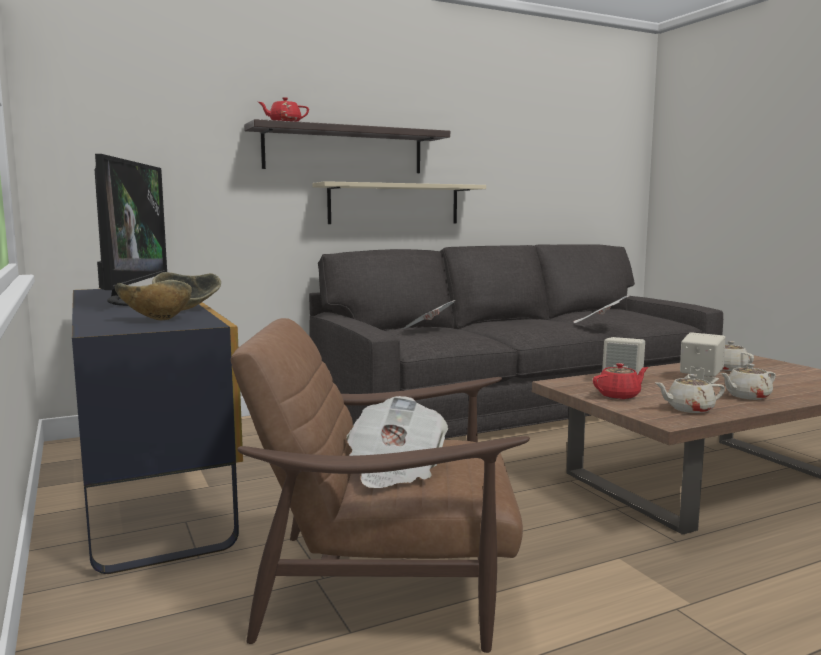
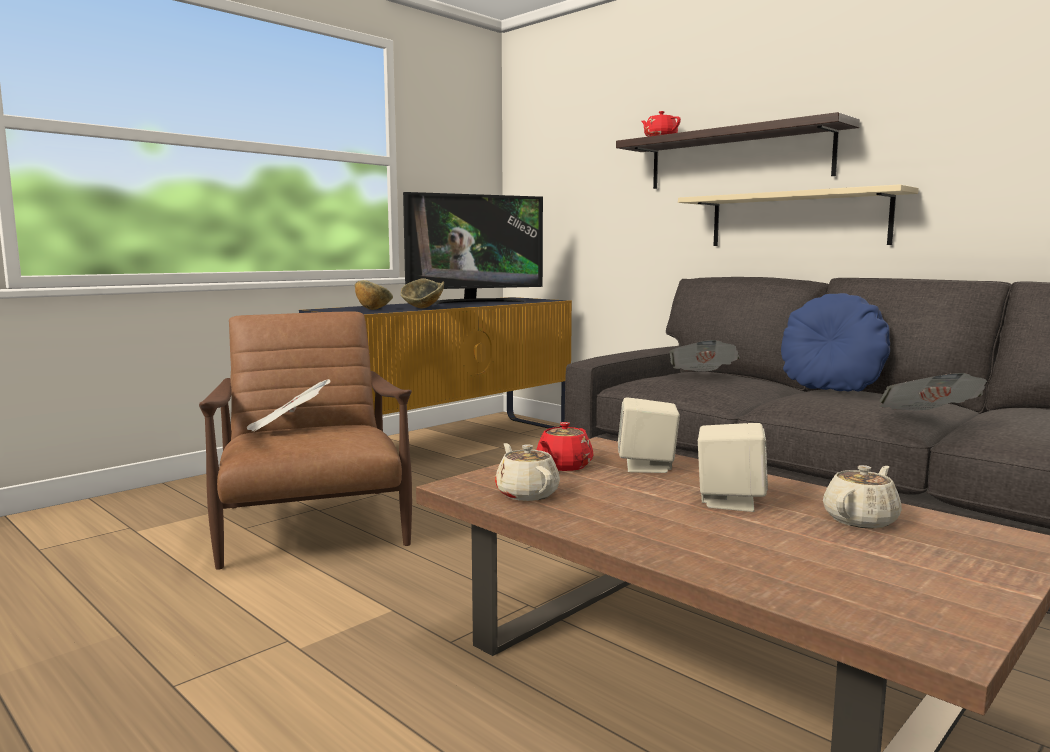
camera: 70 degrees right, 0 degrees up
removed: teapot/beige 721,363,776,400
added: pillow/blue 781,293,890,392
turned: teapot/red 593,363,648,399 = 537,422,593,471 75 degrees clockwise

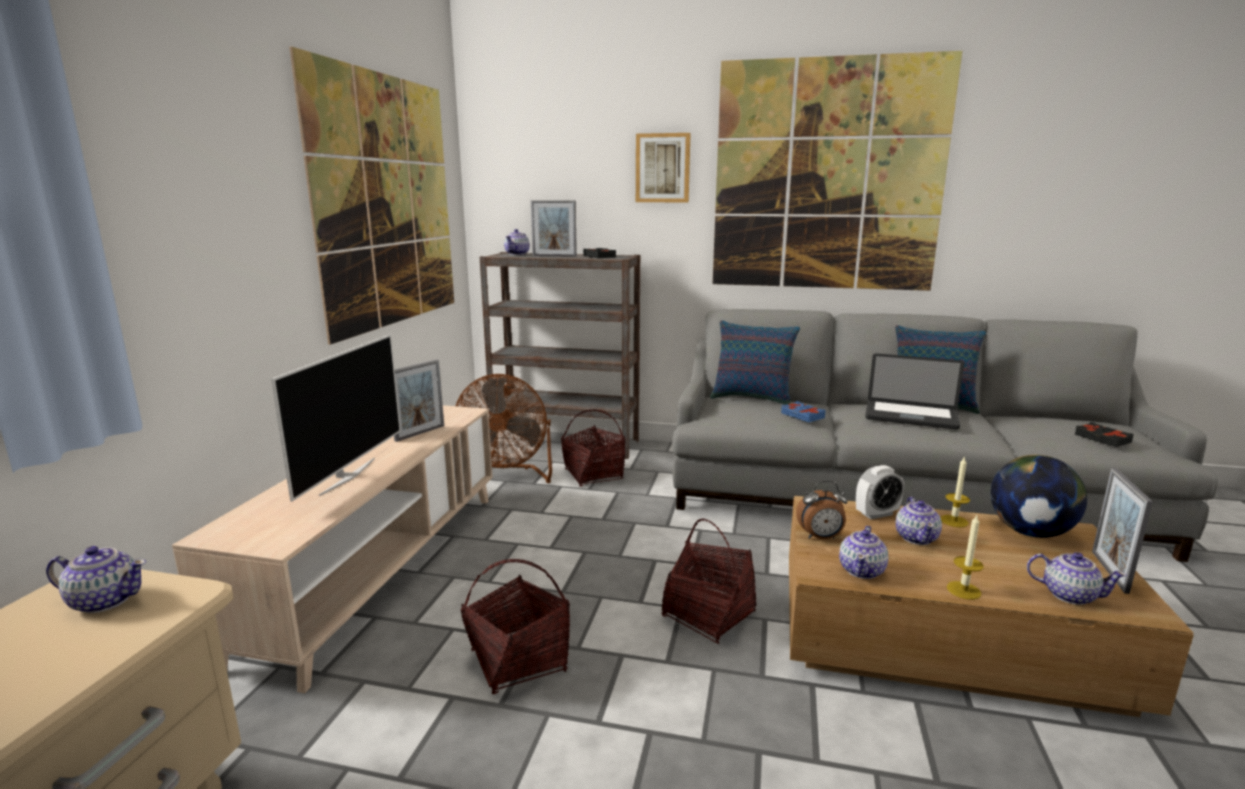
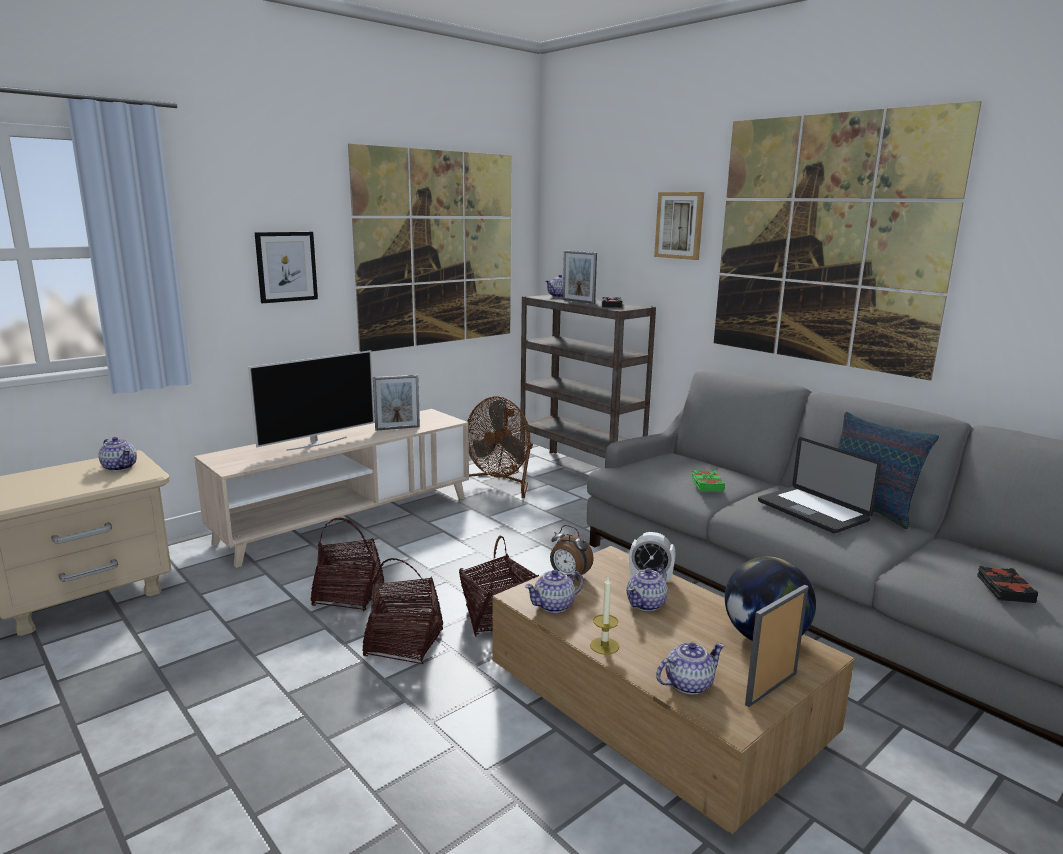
camera: 35 degrees right, 0 degrees up
removed: pillow/blue 711,320,800,405; candle 940,456,970,528
added: picture 255,232,318,303
moved: basket 561,410,626,487 to 362,558,443,664
recoloured: book/blue 781,401,826,422 to book/green 691,470,725,491
turned: teapot 1027,552,1127,605 = 656,642,725,695 90 degrees counterclockwise

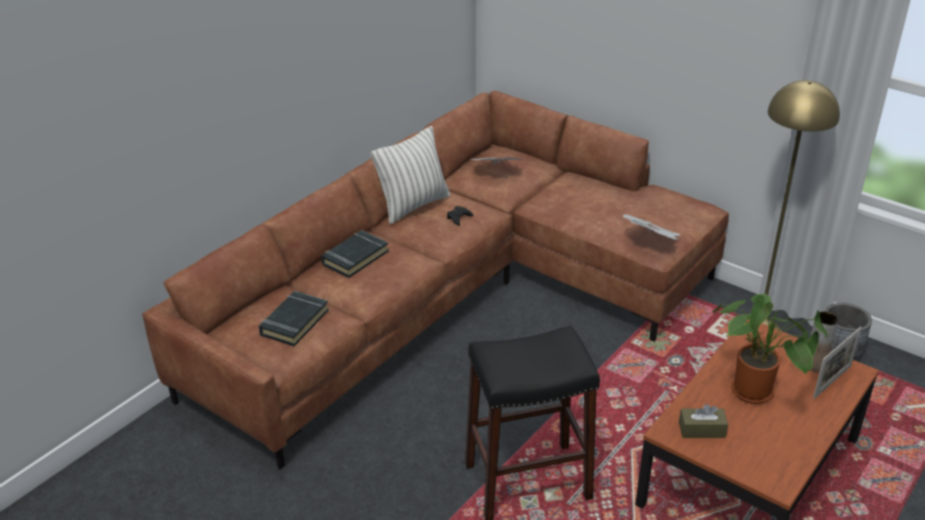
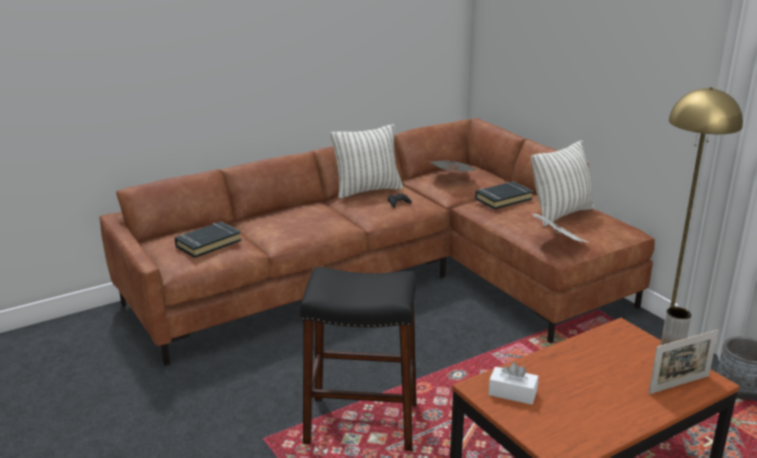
camera: 20 degrees right, 10 degrees down
removed: potted plant 713,294,827,404
added: pillow 531,140,594,226
moved: book/black 321,230,389,278 to 475,181,533,209
recoloured: tissue box/brown 679,404,728,438 to tissue box/white 488,362,539,405

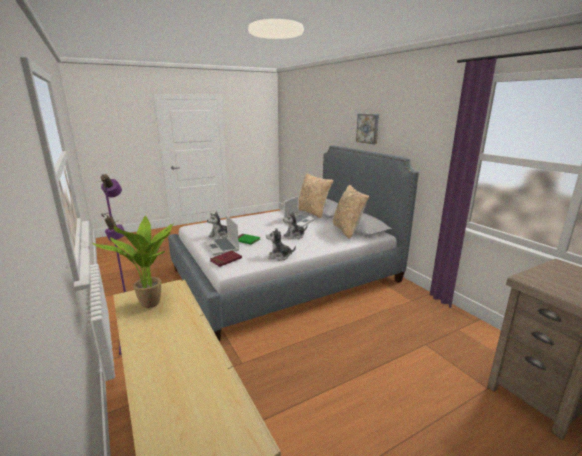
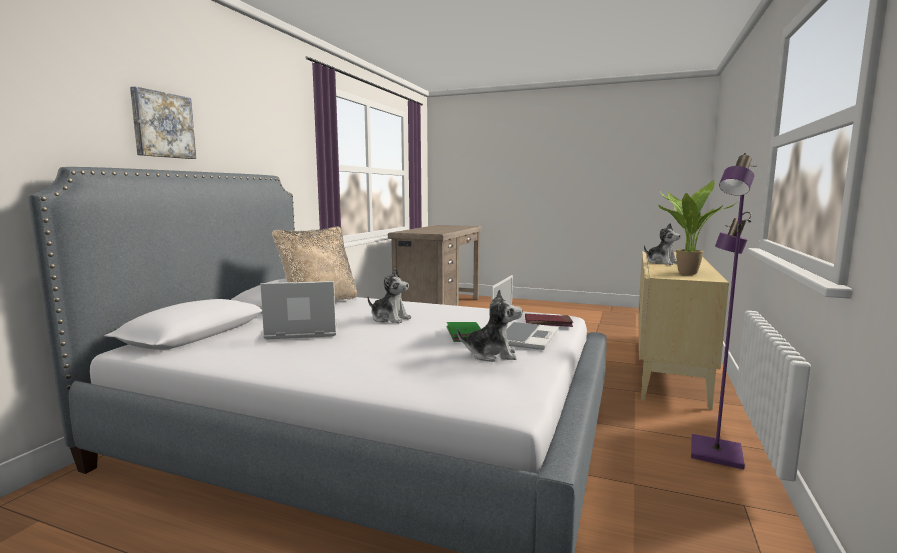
camera: 130 degrees left, 10 degrees down
removed: pillow/beige 298,173,333,218
moved: plush toy 266,228,296,261 to 644,223,681,265

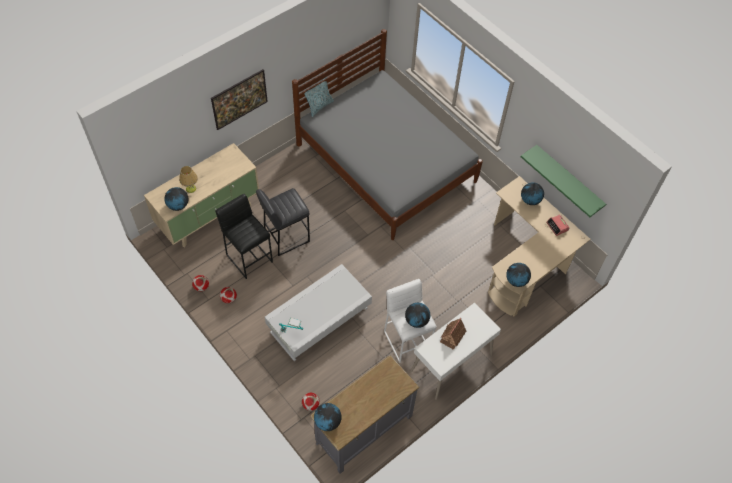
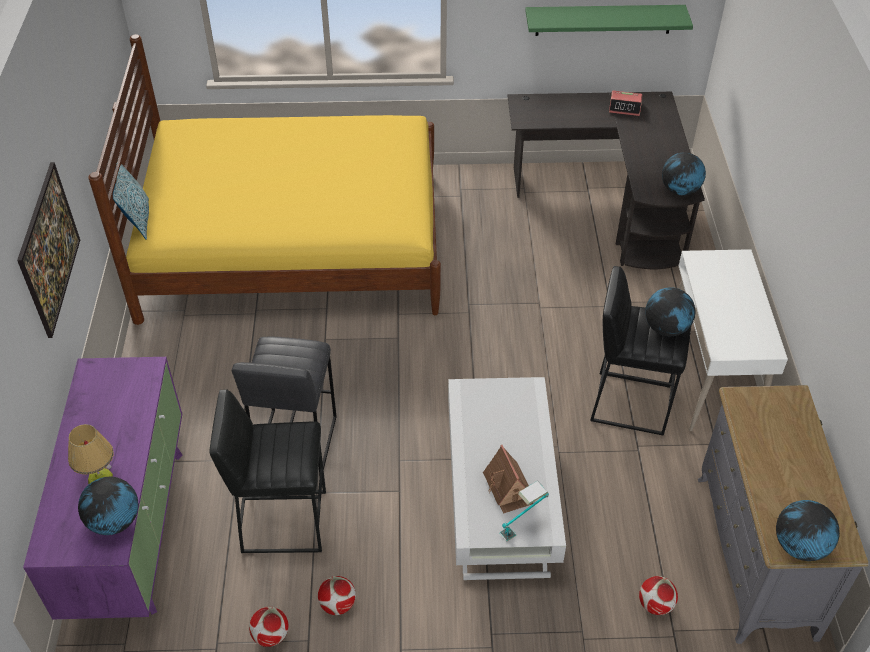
camera: 50 degrees left, 10 degrees down
removed: globe 521,182,544,205
moved: toy house 440,318,466,350 to 483,445,533,514
recoloured: dresser/beige 144,143,259,247 to dresser/purple 23,357,182,620; bed/grey 292,29,483,240 to bed/yellow 88,34,441,325; stool/white 384,279,436,363 to stool/black 590,266,691,436; desk/beige 488,176,591,317 to desk/black 507,92,705,269

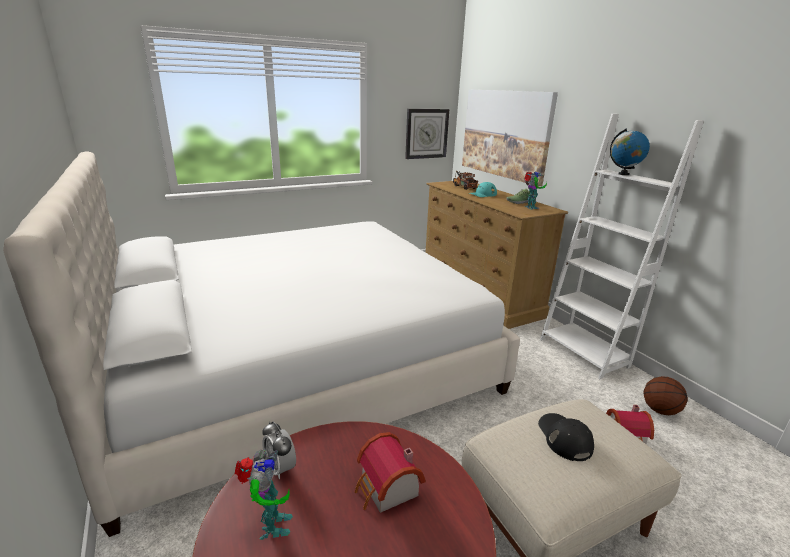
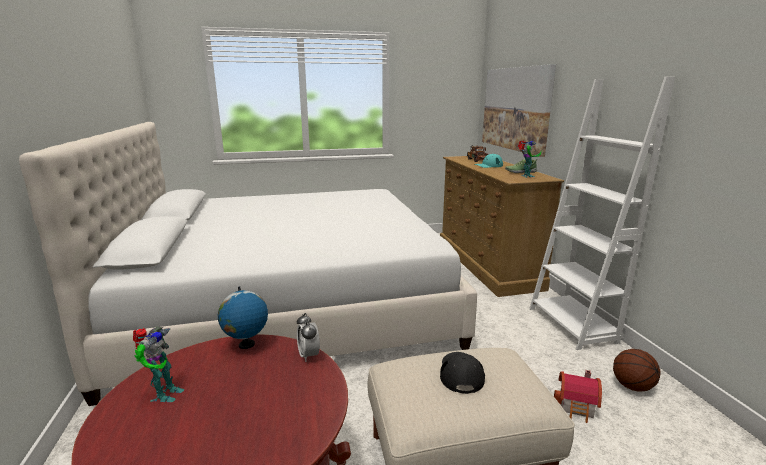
camera: 15 degrees right, 5 degrees down
removed: toy house 354,432,426,513; wall clock 405,109,449,159
moved: alarm clock 262,422,296,479 to 297,313,320,362; globe 610,128,650,175 to 218,287,268,349

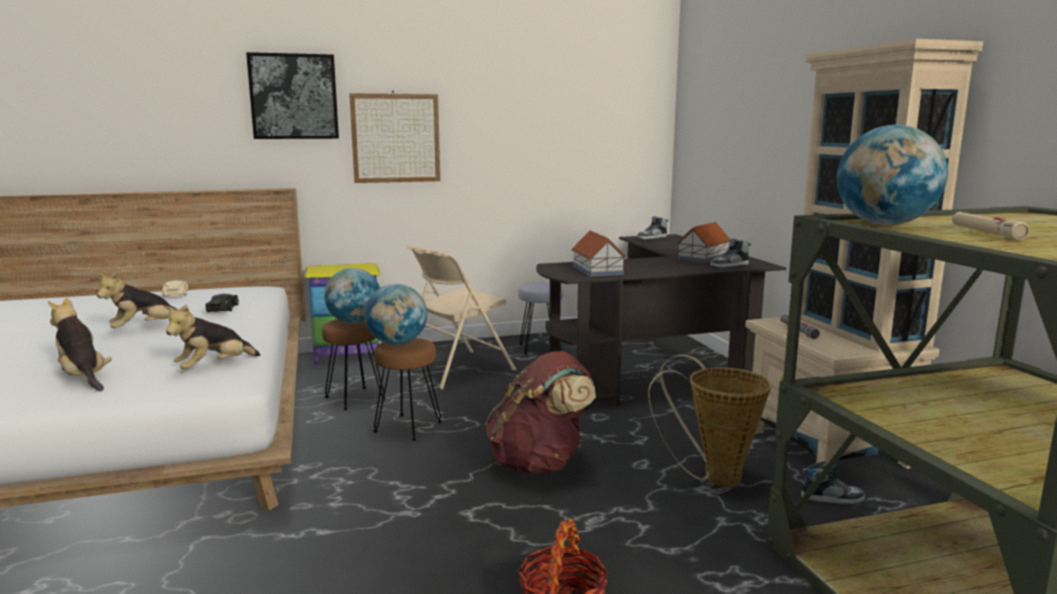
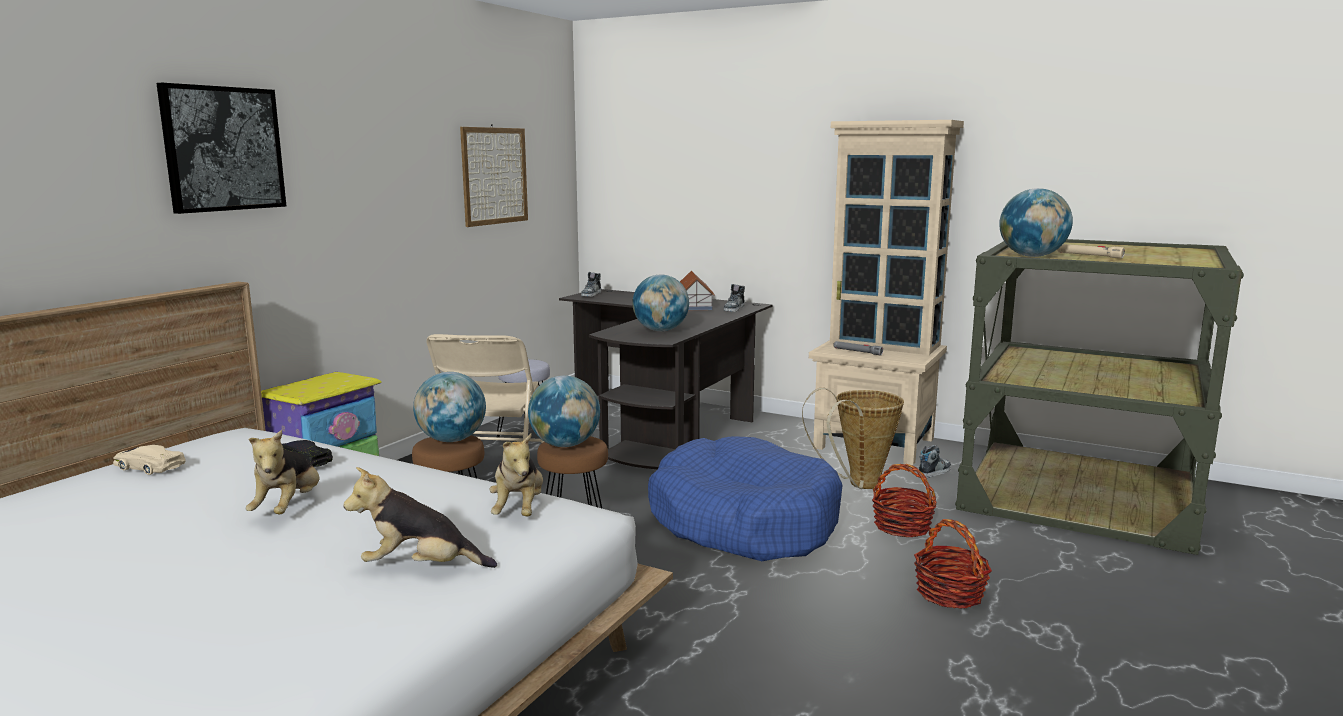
camera: 45 degrees left, 0 degrees up
added: basket 872,464,936,537
moved: picture 349,91,440,183 to 460,124,528,227
replaced: backpack/brown 485,352,596,474 to dog bed/blue 648,436,843,561; toy house 571,231,626,277 to globe 632,275,689,331

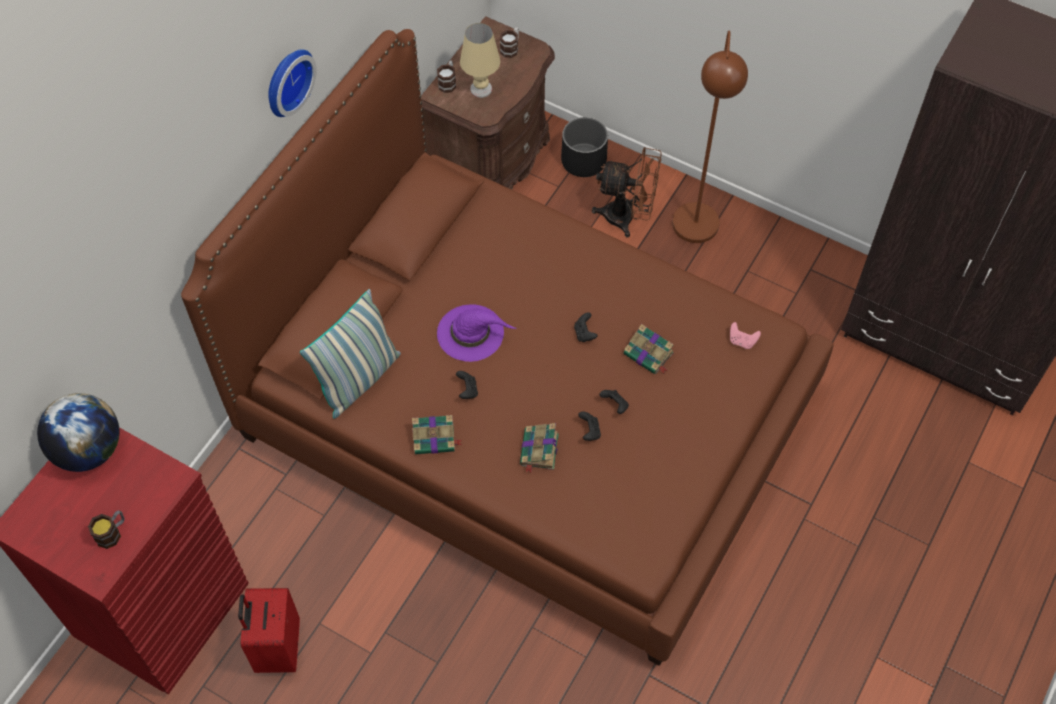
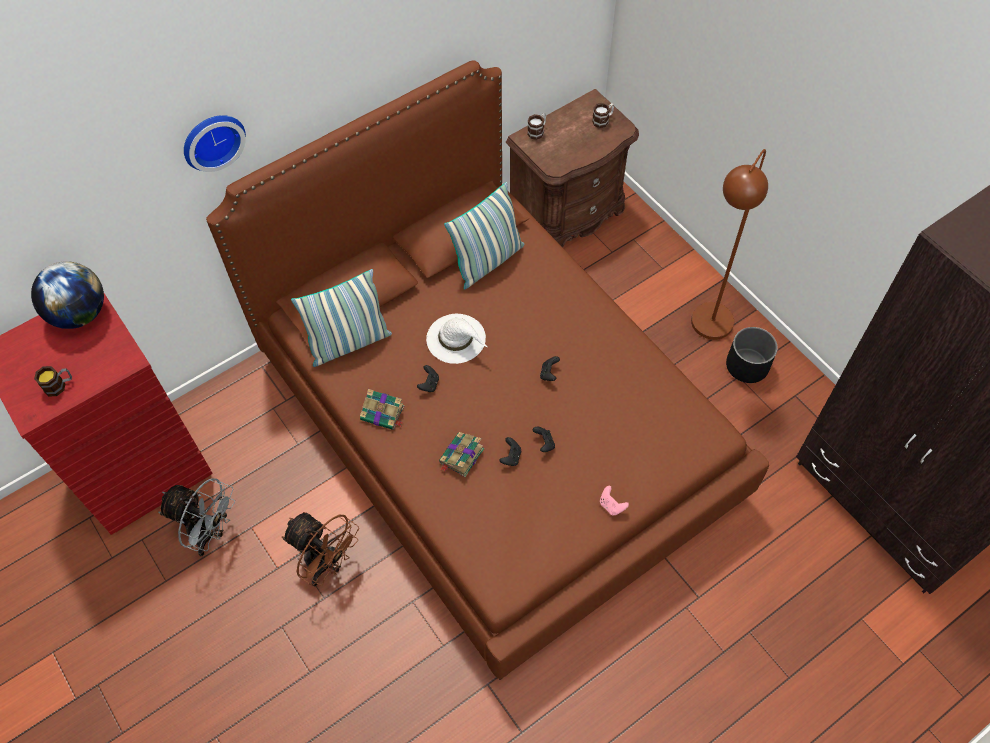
camera: 25 degrees right, 0 degrees up
removed: table lamp/beige 460,23,500,98; book 623,324,674,374
added: pillow 444,182,525,289
moved: wall clock 268,49,317,117 to 184,115,246,172; planter/black 561,117,608,177 to 726,327,778,383; fan/brown 592,147,661,237 to 282,512,359,586; game controller/pink 730,322,761,349 to 600,486,629,516
replaced: suitcase/red 238,588,300,673 to fan/grey 158,478,236,556
recoloured: hat/purple 437,304,516,362 to hat/white 426,314,487,364

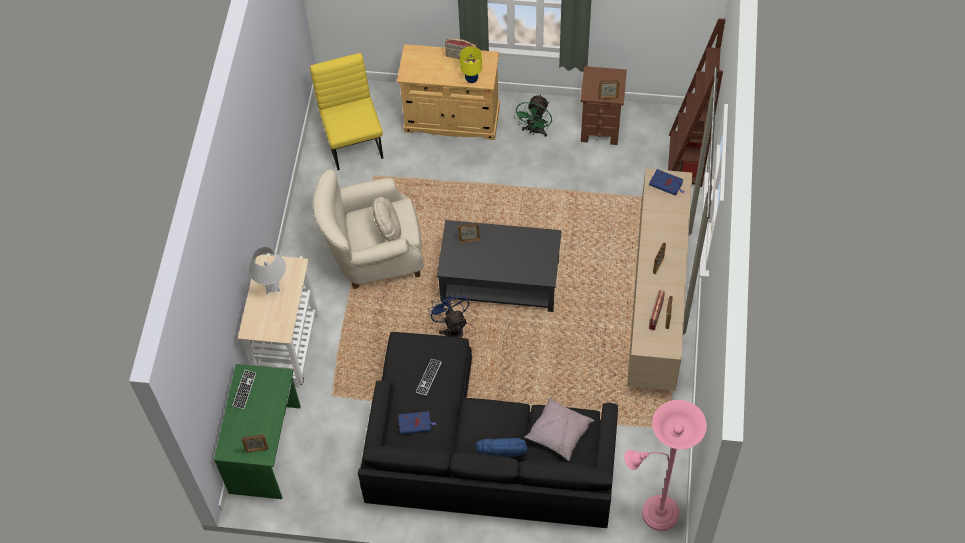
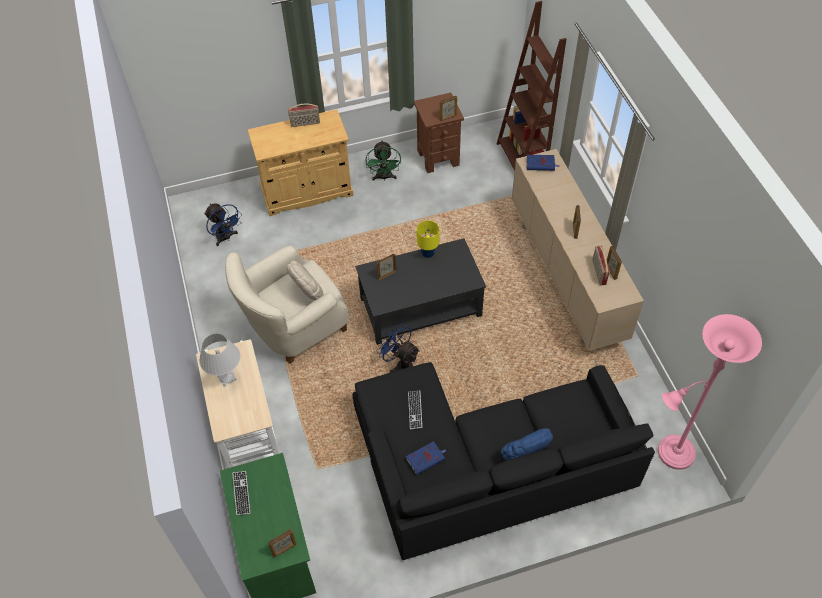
camera: 25 degrees left, 5 degrees down
removed: pillow/purple 524,398,595,461
moved: table lamp/yellow 460,46,482,83 to 417,221,439,258
replaced: chair/yellow 310,53,383,170 to fan/blue 204,203,242,246

